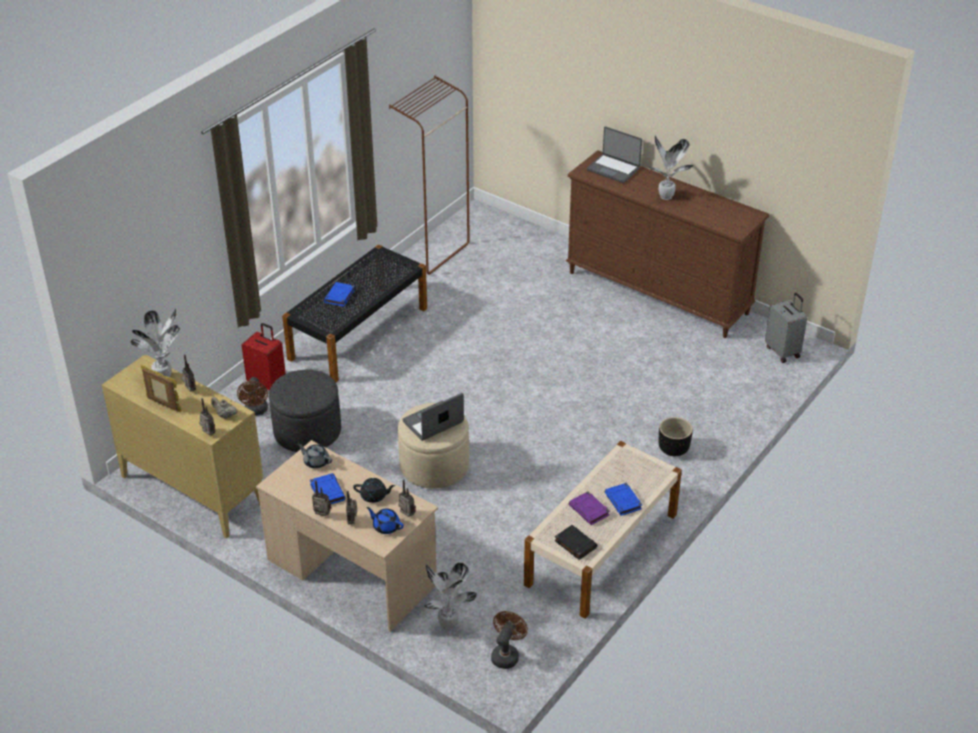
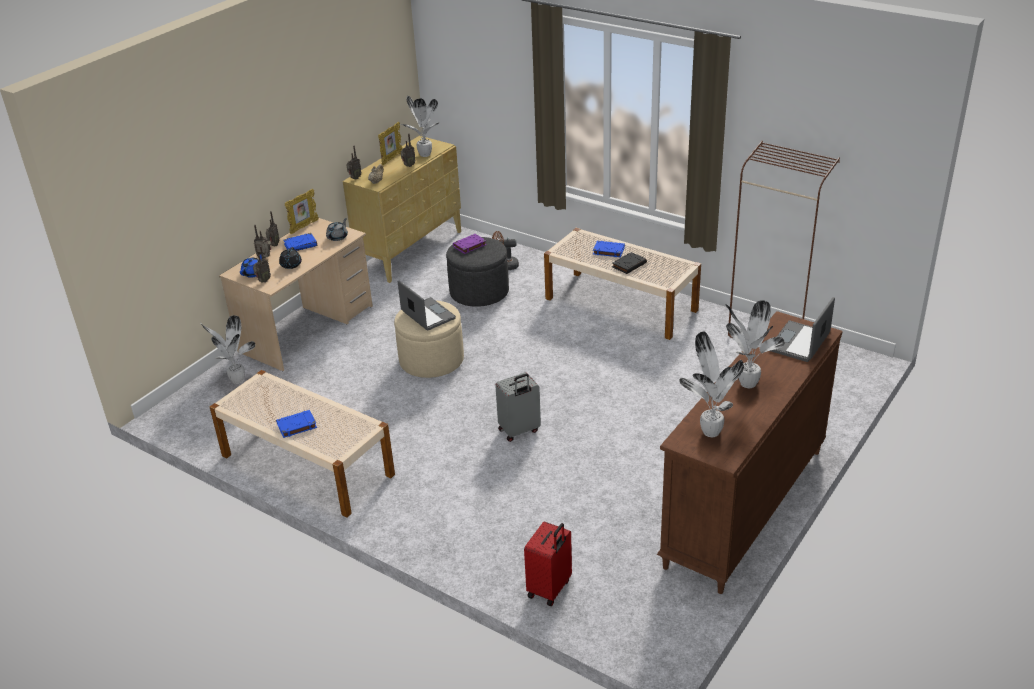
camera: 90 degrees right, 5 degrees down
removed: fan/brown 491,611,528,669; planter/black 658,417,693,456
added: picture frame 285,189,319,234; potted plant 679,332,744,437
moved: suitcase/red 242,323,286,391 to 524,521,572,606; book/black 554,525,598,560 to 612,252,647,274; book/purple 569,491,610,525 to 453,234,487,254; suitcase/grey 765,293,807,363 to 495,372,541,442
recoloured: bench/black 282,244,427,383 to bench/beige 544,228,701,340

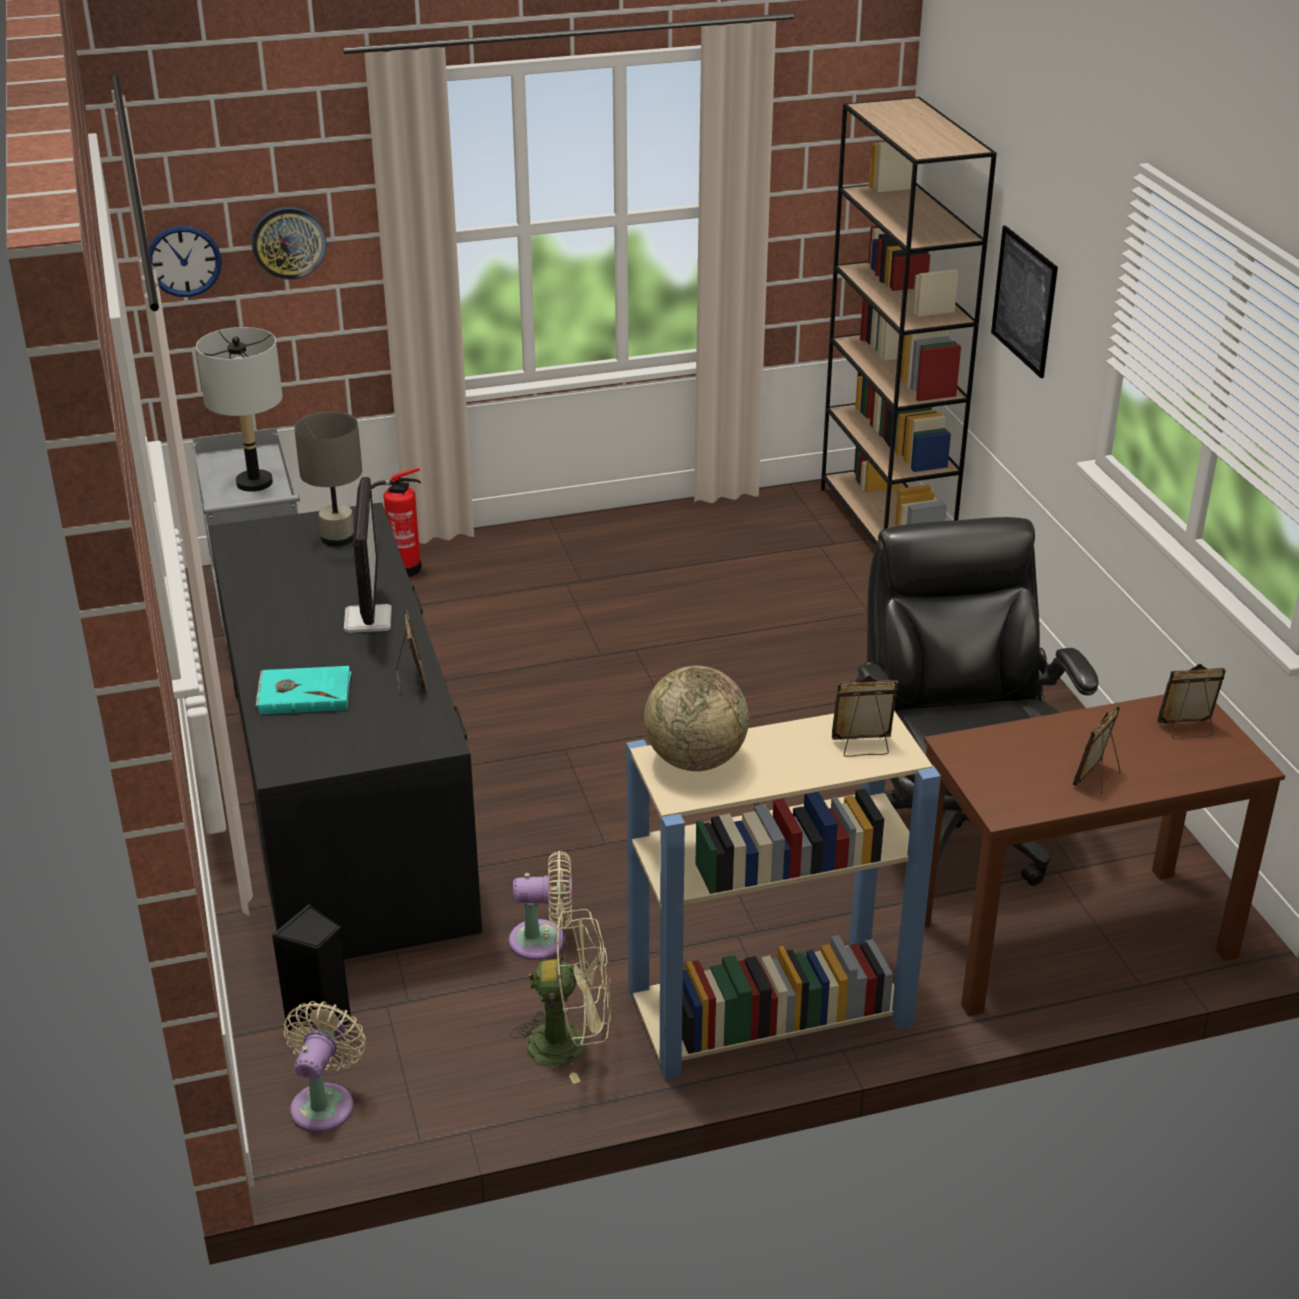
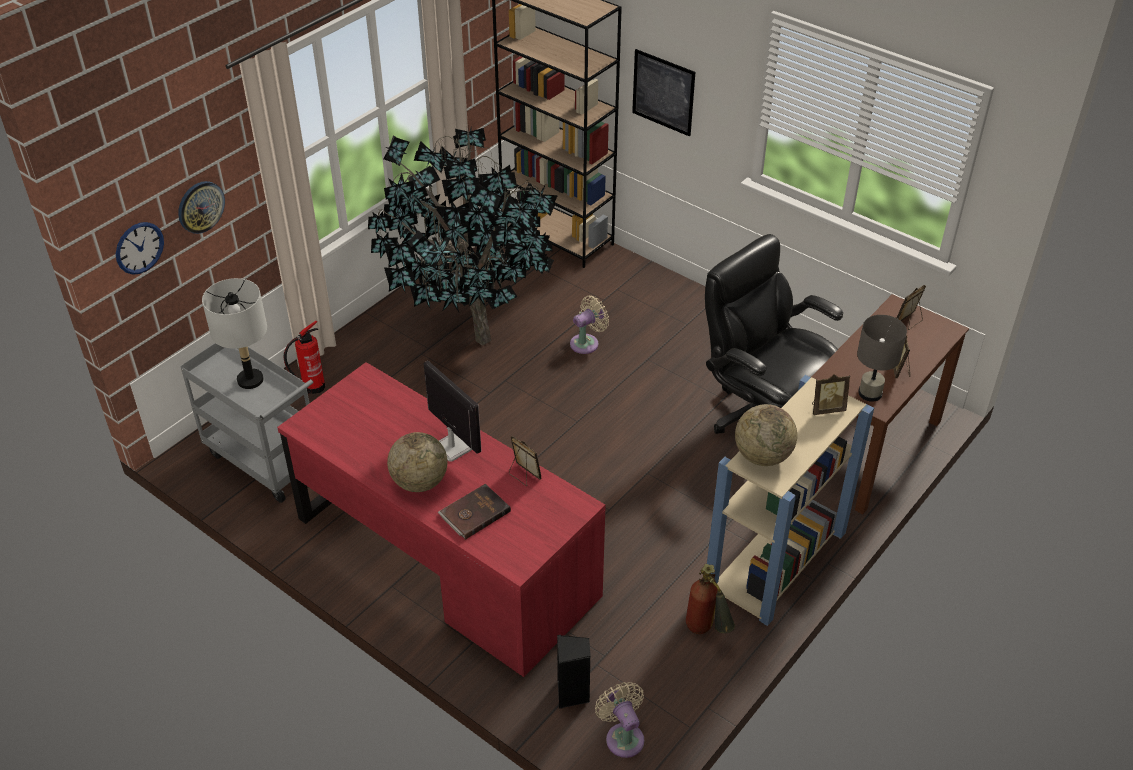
camera: 35 degrees left, 10 degrees up
added: potted plant 368,126,558,346; globe 387,432,448,492
moved: table lamp/grey 294,411,362,546 to 857,315,907,402; fan/beige 509,851,572,960 to 570,295,609,354
replaced: fan/green 510,909,611,1084 to fire extinguisher 686,564,735,634
recoloured: desk/black 208,502,482,960 to desk/red 277,362,606,677; book/turquoise 256,666,351,714 to book/brown 438,484,511,540
turned: picture frame 832,675,898,757 = 812,374,850,415 150 degrees counterclockwise

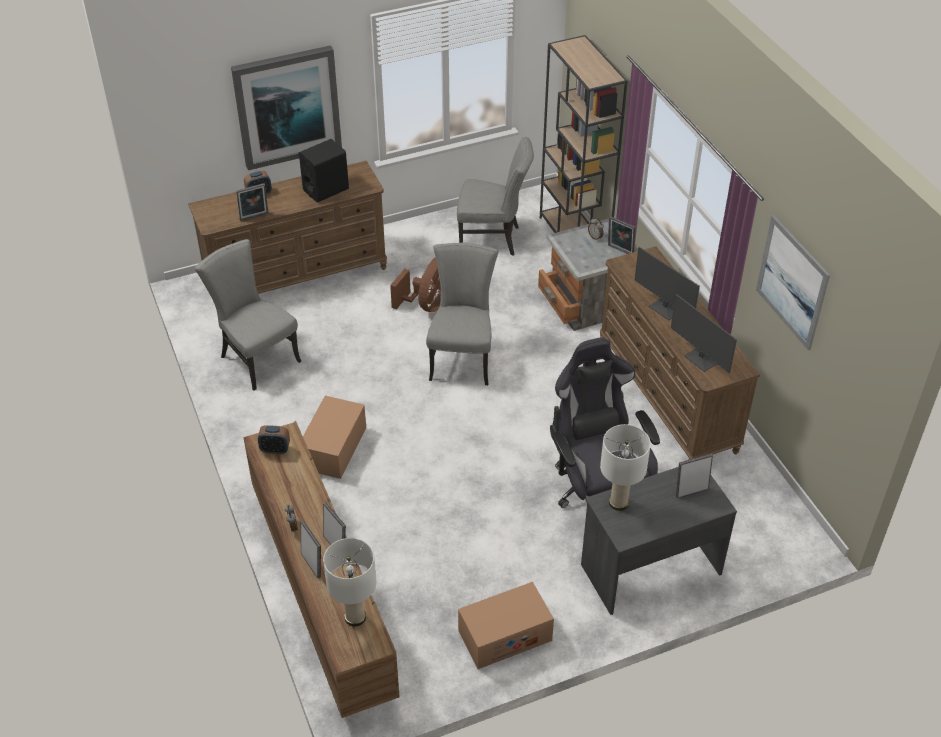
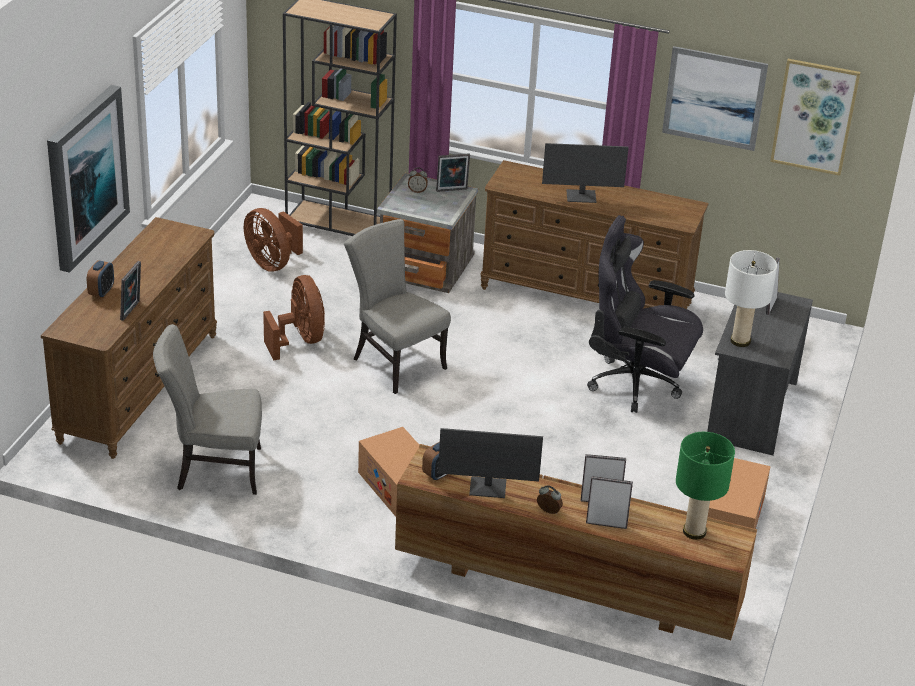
camera: 50 degrees left, 10 degrees down
removed: speaker/black 299,139,349,203
added: picture 770,59,861,176
moved: monitor 671,294,737,373 to 438,428,543,498
replaced: chair/grey 457,137,534,256 to fan/brown 244,208,303,272
recoloured: table lamp/white 323,538,377,627 to table lamp/green 676,432,735,540

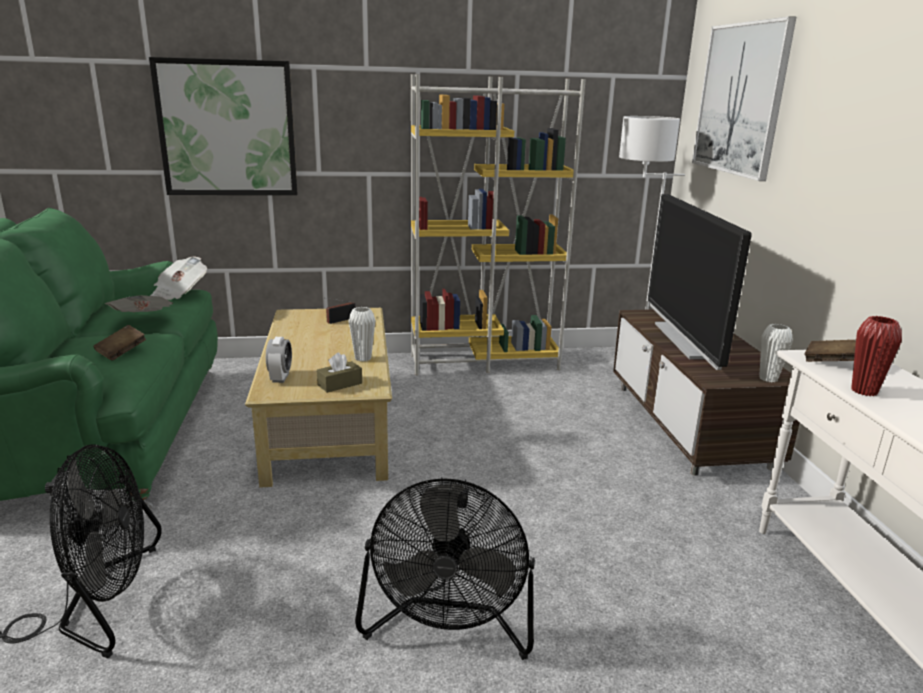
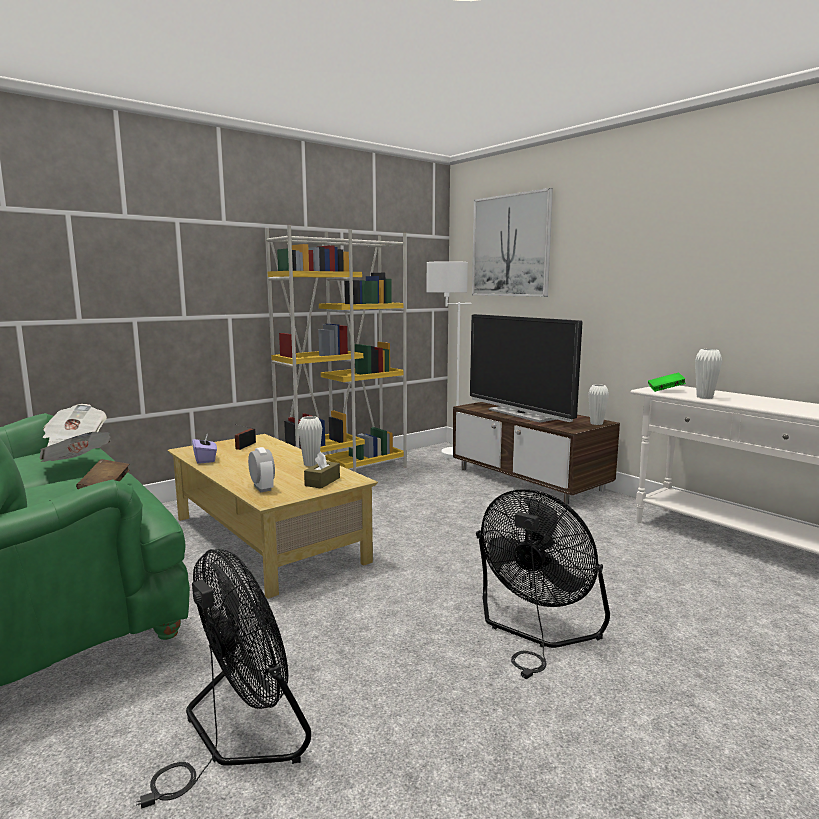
camera: 30 degrees left, 10 degrees down
removed: picture 149,57,297,195
added: tissue box/purple 192,432,217,464
recoloured: book/brown 804,339,856,362 to book/green 648,373,686,392; vase/red 851,316,902,396 to vase/white 695,349,722,399
turned: fan/black 355,477,535,660 = 476,489,610,679 120 degrees counterclockwise

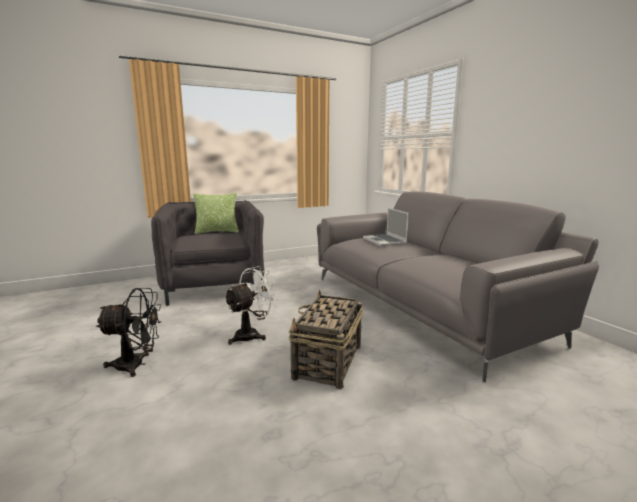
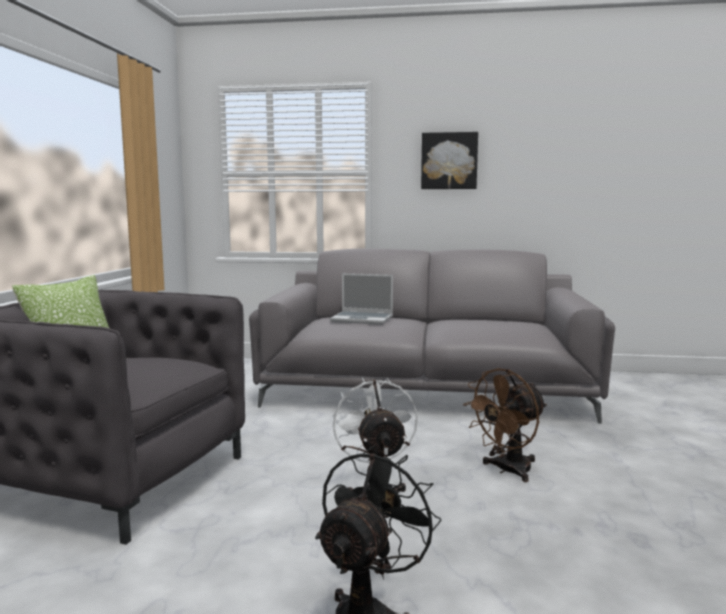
camera: 55 degrees left, 5 degrees down
added: picture 421,132,478,189
replaced: basket 289,290,363,389 to fan/brown 463,368,547,482

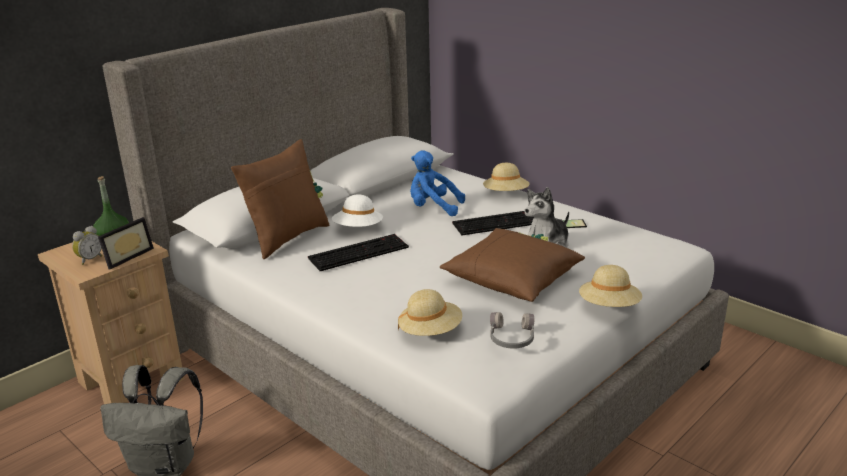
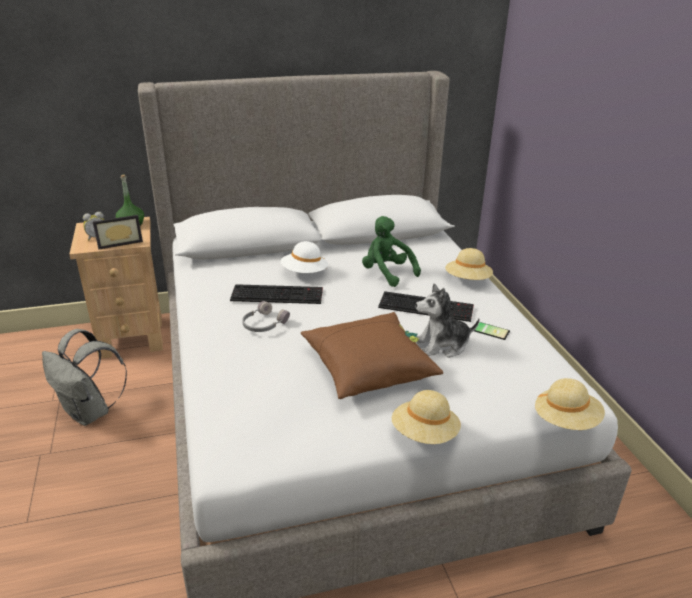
camera: 30 degrees right, 5 degrees up
removed: pillow/brown 231,139,329,259
moved: hat/beige 398,289,462,336 to 535,378,605,430; headphones/grey 490,312,534,349 to 242,301,290,332
recoloured: plush toy/blue 410,151,465,216 to plush toy/green 362,216,421,287

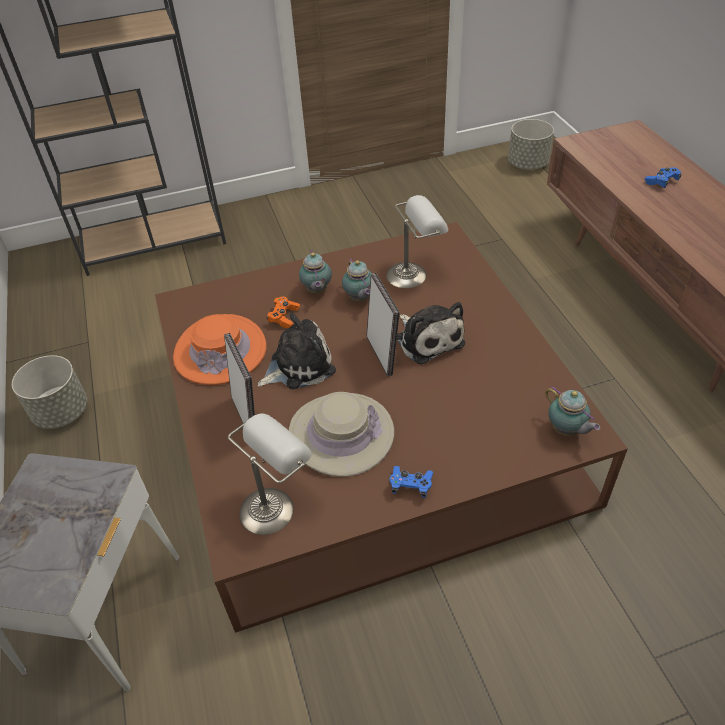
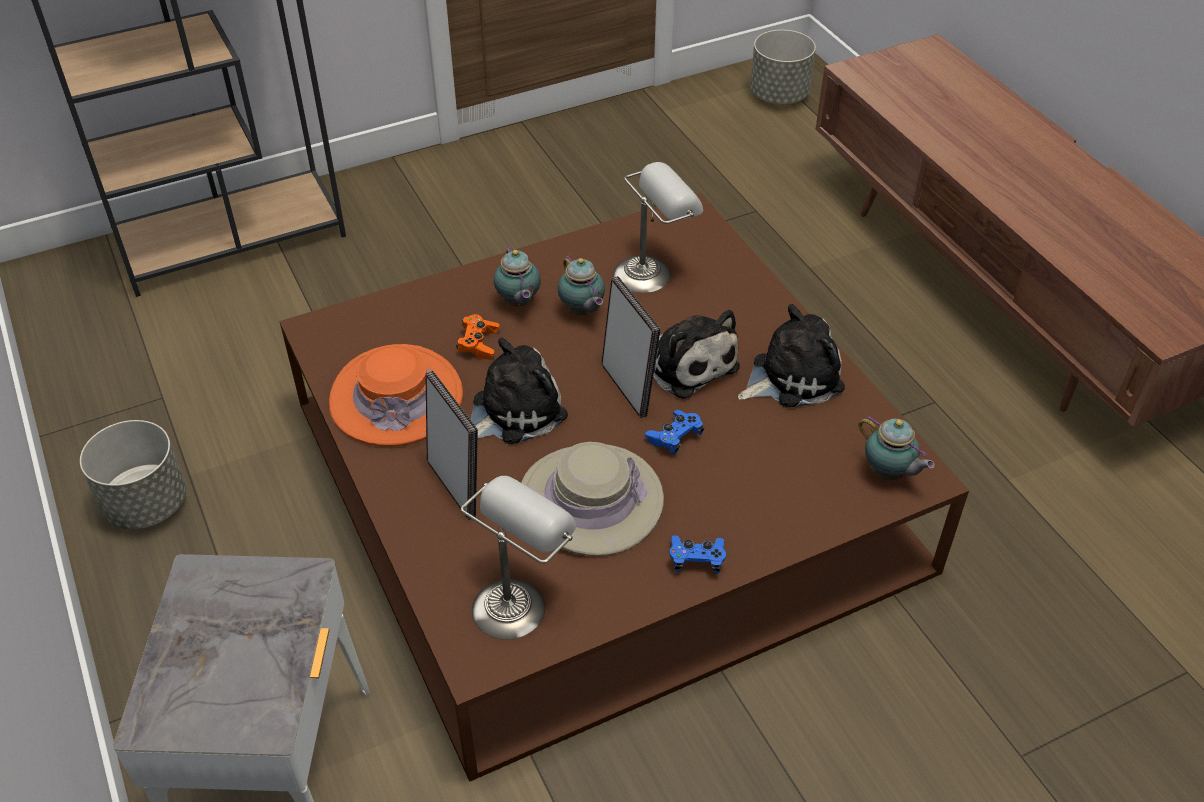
camera: 10 degrees left, 0 degrees up
added: plush toy 738,304,845,408
moved: game controller/blue 645,167,682,188 to 645,410,704,454

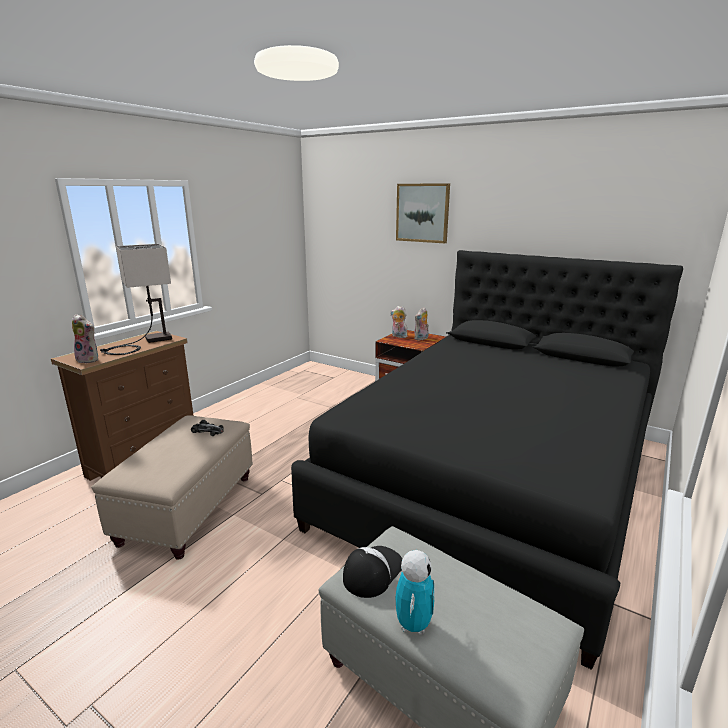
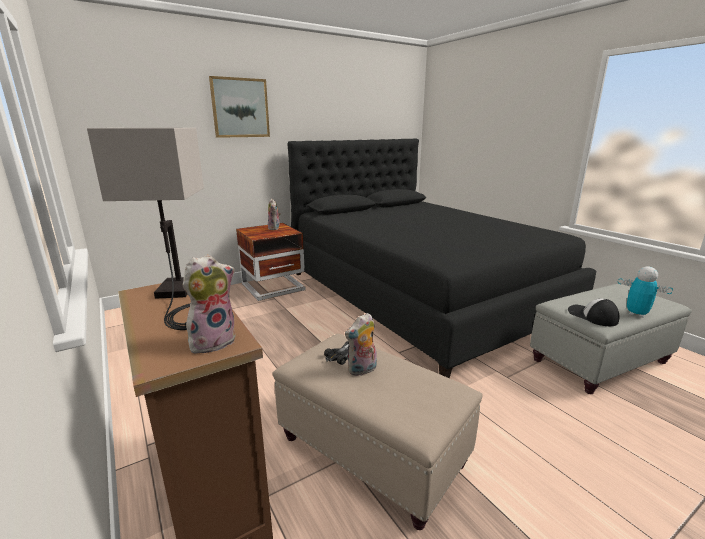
camera: 65 degrees left, 0 degrees up
moved: plush toy 390,306,407,338 to 345,313,377,377

